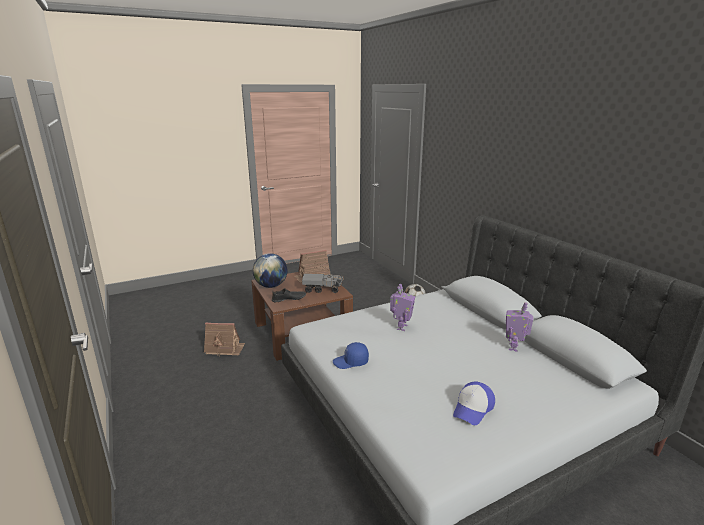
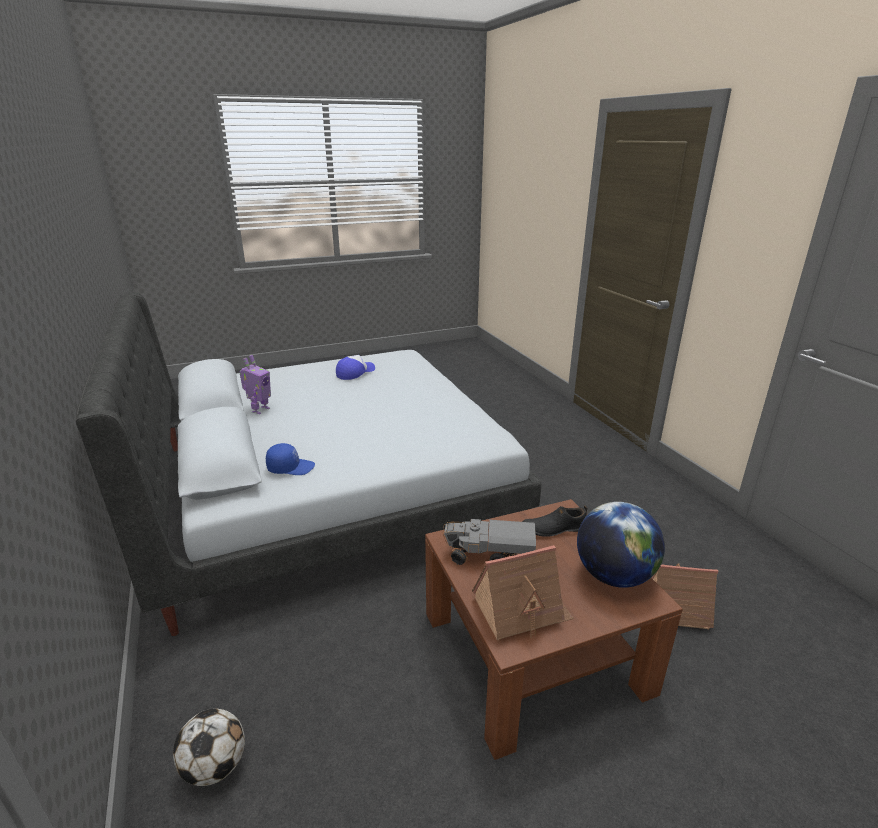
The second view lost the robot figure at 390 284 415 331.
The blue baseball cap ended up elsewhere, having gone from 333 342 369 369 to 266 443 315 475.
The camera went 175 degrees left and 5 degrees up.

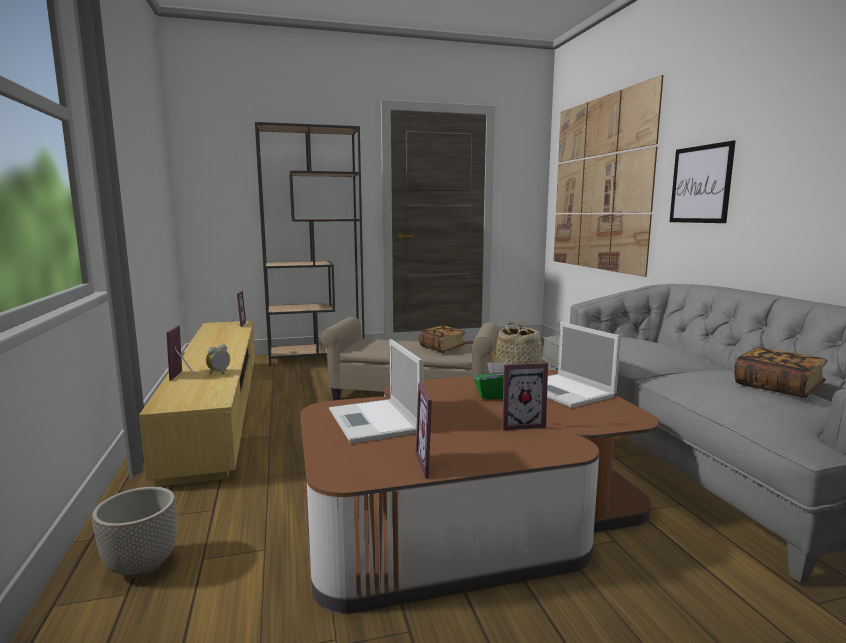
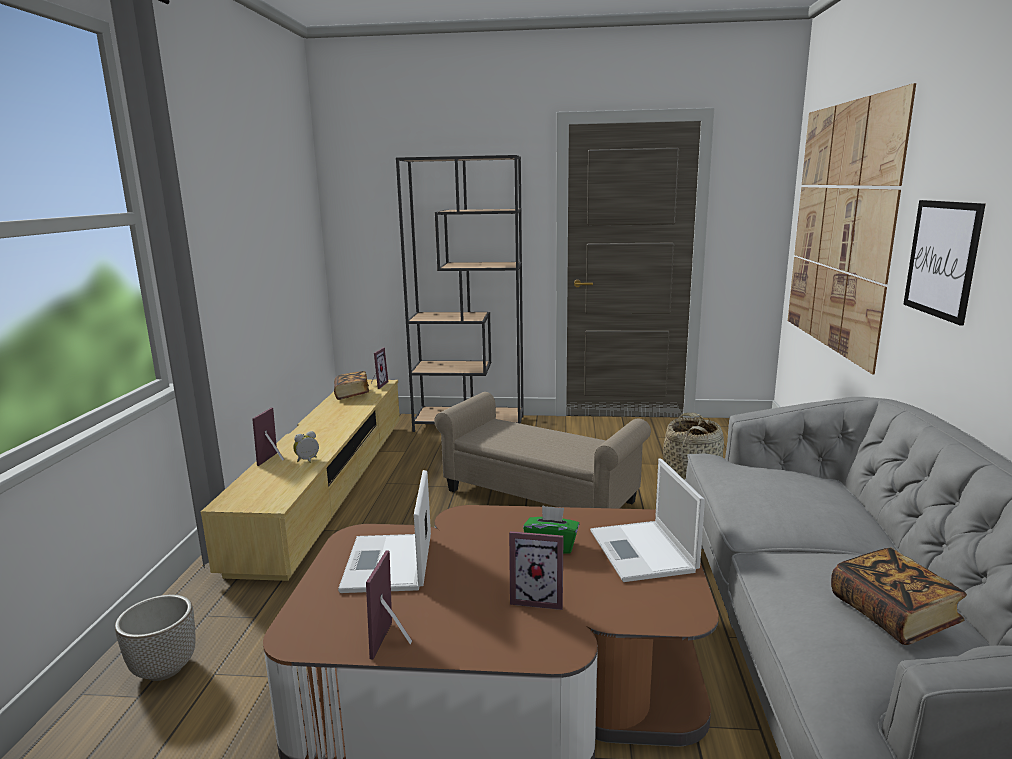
The bound book ended up elsewhere, having gone from 419 325 466 353 to 334 371 369 400.
The camera went 20 degrees right and 5 degrees up.

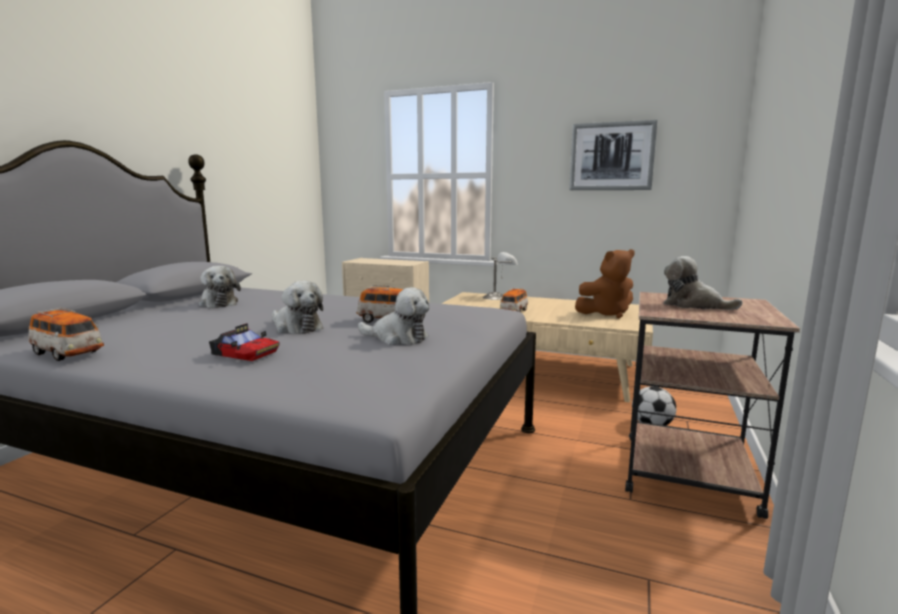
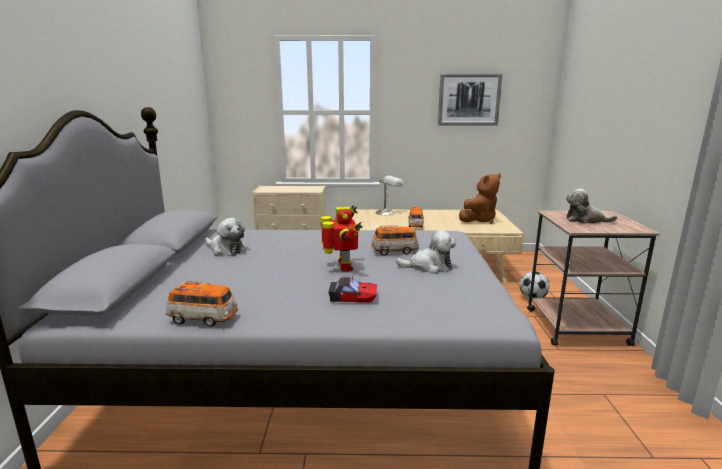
Where the cuddly toy stood at 272 281 323 334, the robot figure came to stand at 321 205 363 272.
The camera went 20 degrees left and 5 degrees up.

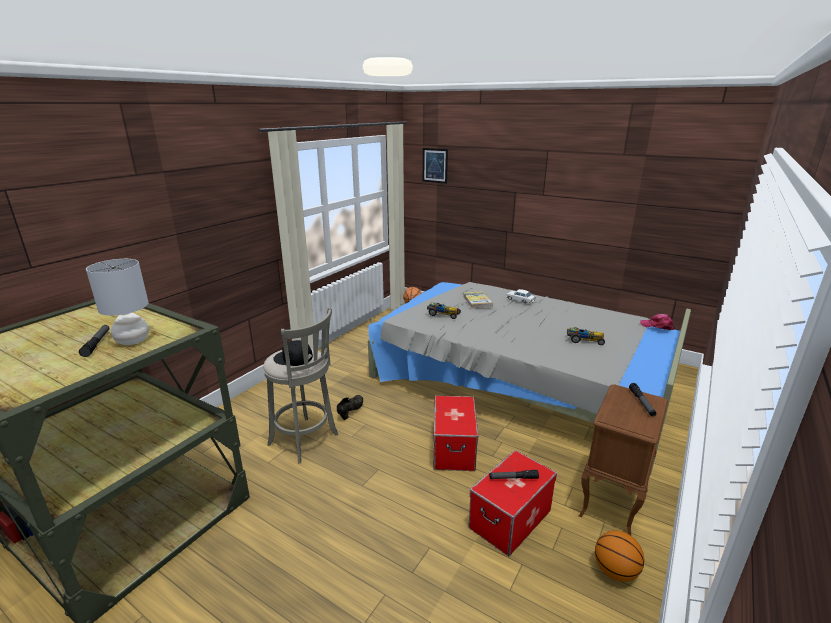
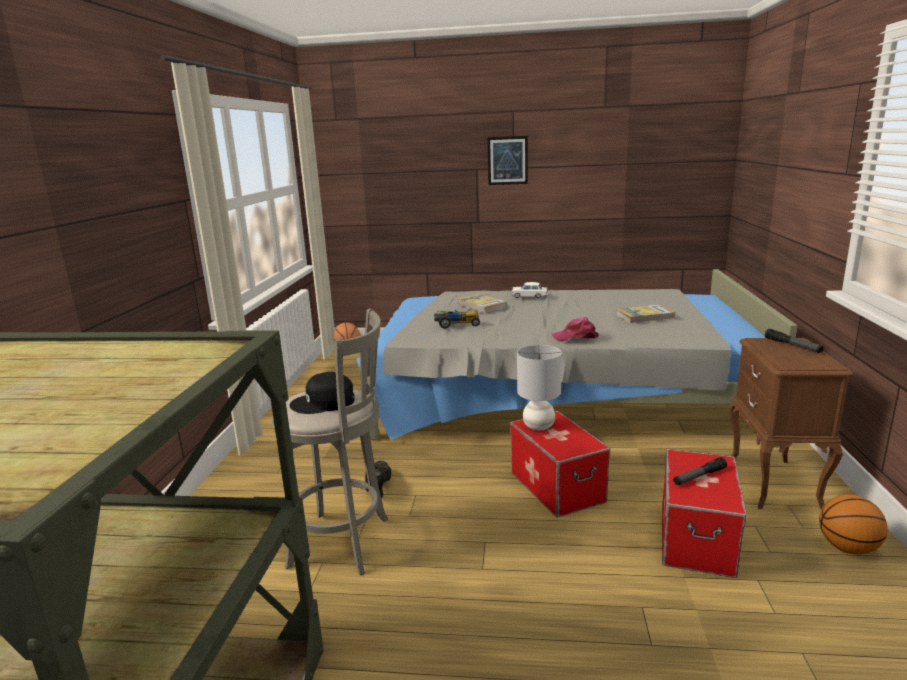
The second view lost the hand torch at 79 325 110 357.
The grey tabletop lamp ended up elsewhere, having gone from 86 259 149 345 to 517 345 562 430.
The picture ended up elsewhere, having gone from 423 148 448 184 to 488 136 528 185.
The pink-coloured baseball cap ended up elsewhere, having gone from 640 314 675 330 to 552 317 599 341.
Where the toy car stood at 567 327 605 345, the bound book came to stand at 616 304 676 324.
The camera went 25 degrees left and 5 degrees down.

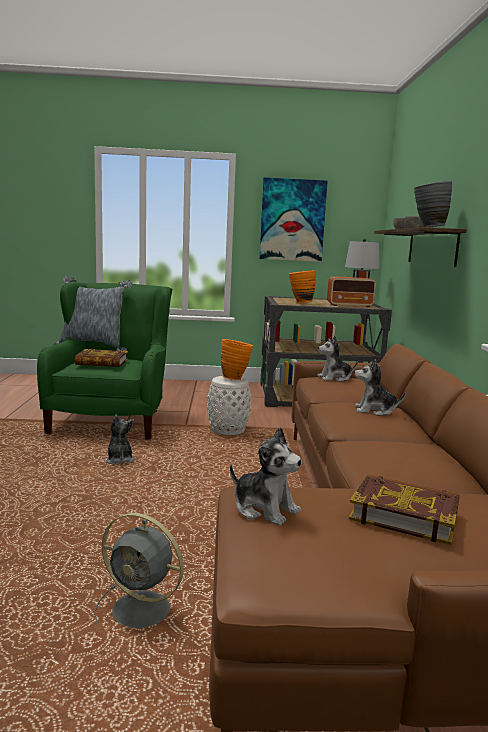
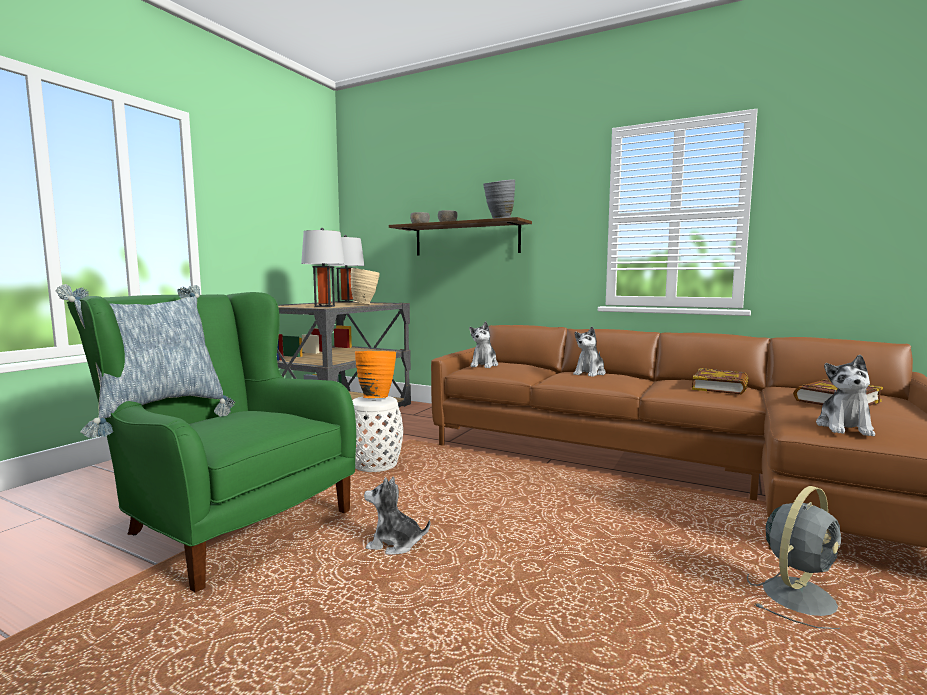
The second view lost the picture at 259 177 328 262.
The bound book ended up elsewhere, having gone from 75 349 128 367 to 692 368 749 394.
Where the orange-coloured vase stood at 289 270 316 303, the grey tabletop lamp came to stand at 301 228 345 307.
Where the radio set stood at 327 277 376 307, the beige-coloured vase came to stand at 351 268 380 304.
The cuddly toy at 230 427 302 526 ended up facing another way, 135 degrees clockwise from before.
The camera went 60 degrees left and 5 degrees down.

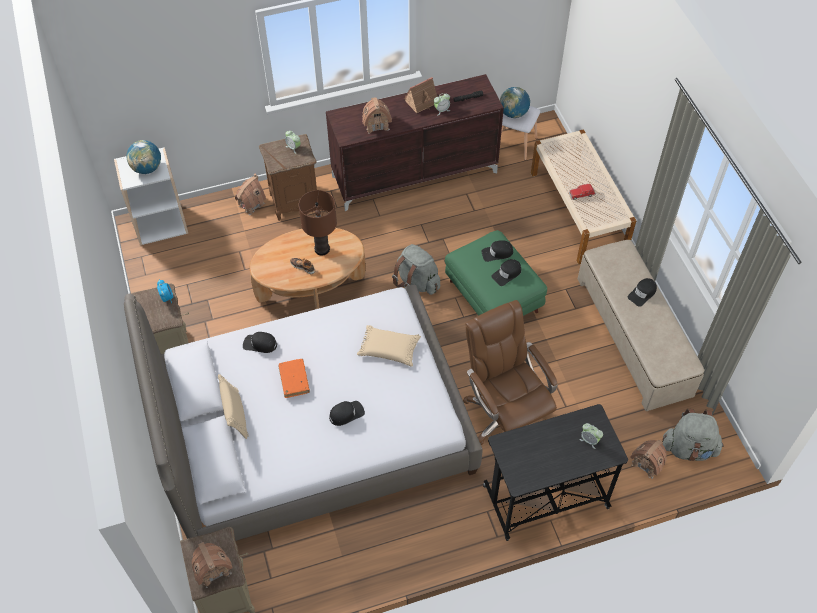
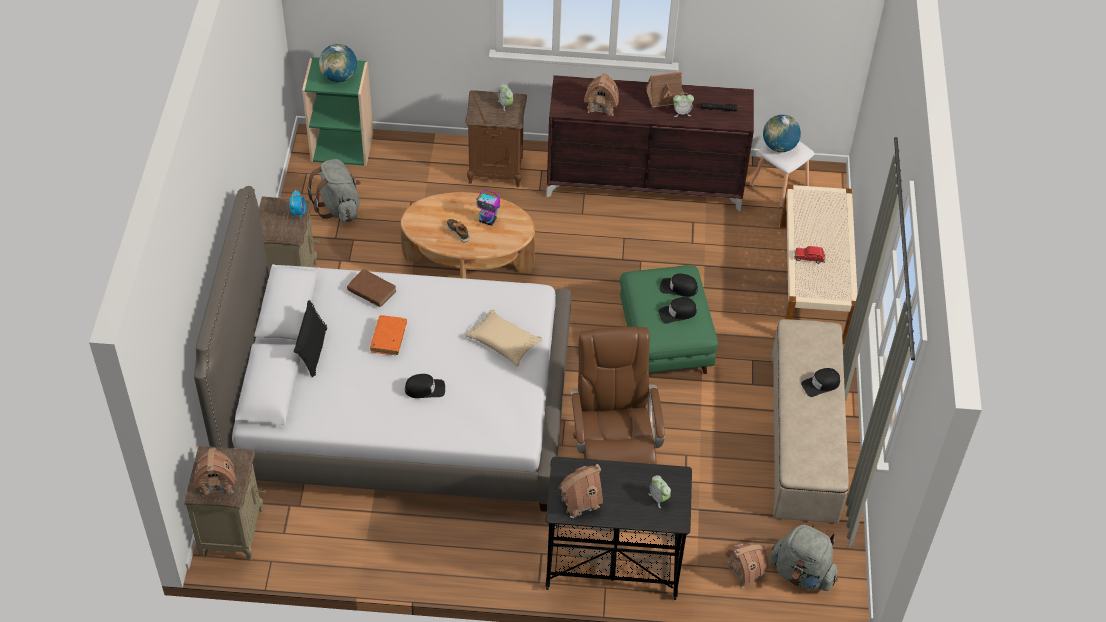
The toy house ended up elsewhere, having gone from 235 174 266 215 to 558 464 603 518.
The grey rucksack ended up elsewhere, having gone from 392 244 440 295 to 307 159 360 223.
Where the blackish baseball cap stood at 243 332 277 353, the brown bound book came to stand at 347 269 396 307.
Where the brown tabletop lamp stood at 299 190 337 256, the robot figure came to stand at 476 190 500 226.
What was the whitish shelving unit at 114 147 188 245 turned into the green shelving unit at 302 57 373 166.
What was the beige-coloured pillow at 218 374 249 439 turned into the blackish pillow at 294 300 327 377.
The camera went 20 degrees right and 5 degrees down.

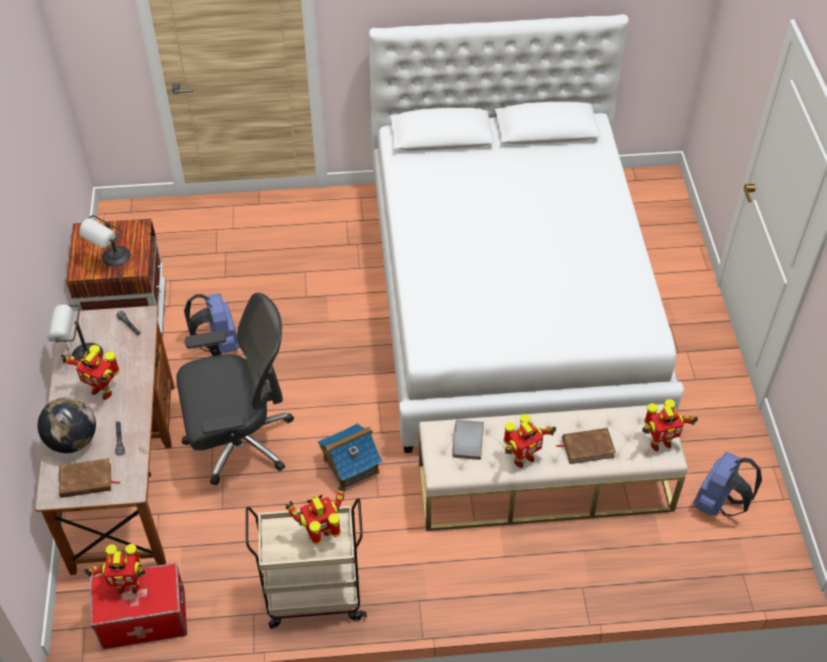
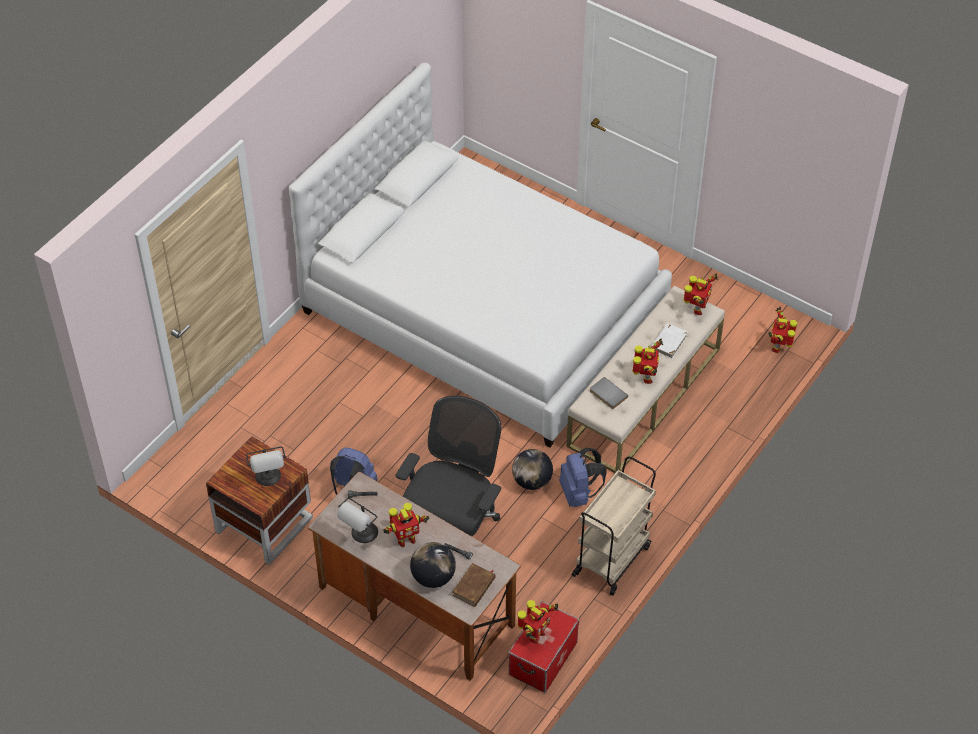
The robot figure ended up elsewhere, having gone from 285 486 346 545 to 768 307 797 353.
The blue rucksack ended up elsewhere, having gone from 694 452 762 517 to 559 448 607 507.
Where the toy house stood at 318 423 382 489, the desk globe came to stand at 512 449 553 490.
What was the brown bound book at 556 428 616 464 turned into the whitish bound book at 651 323 688 359.
The camera went 50 degrees left and 0 degrees up.

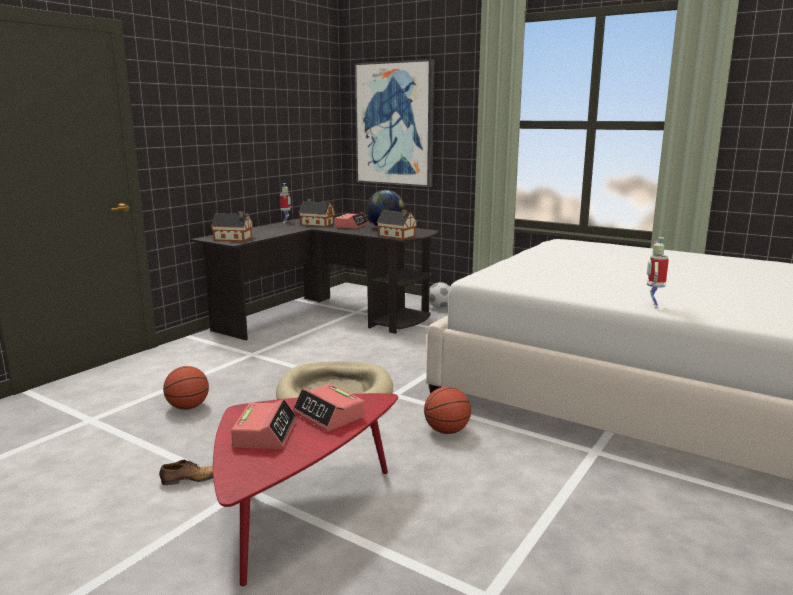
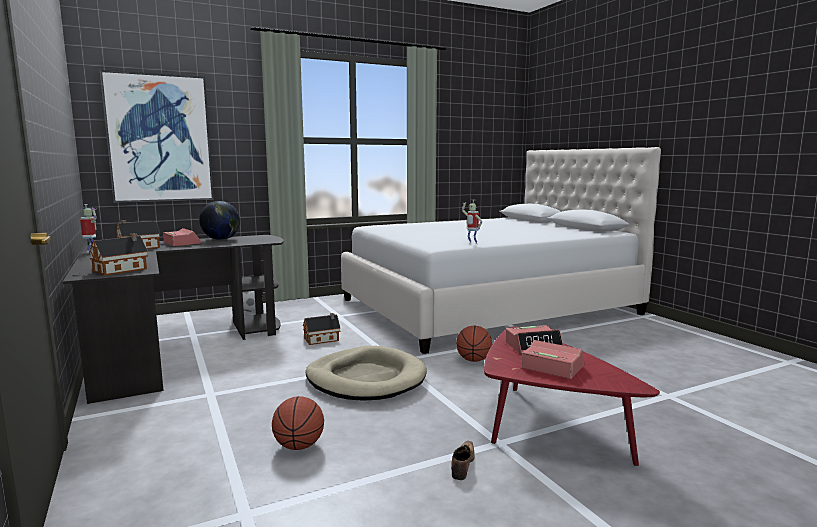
The toy house ended up elsewhere, having gone from 377 210 417 239 to 303 313 341 345.
The robot figure ended up elsewhere, having gone from 647 237 669 309 to 462 200 482 244.
The camera went 60 degrees left and 5 degrees down.

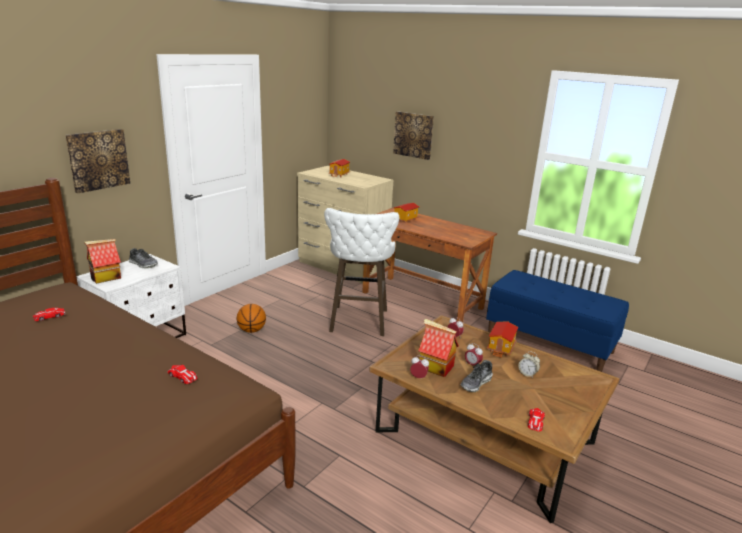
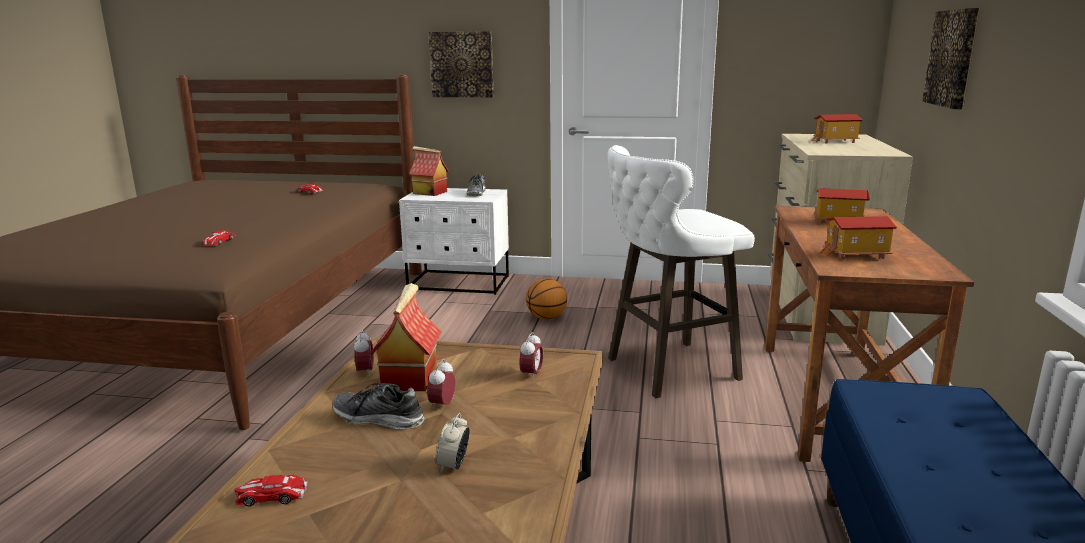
The toy house ended up elsewhere, having gone from 487 321 518 358 to 821 216 897 260.
The camera went 65 degrees right and 5 degrees down.

